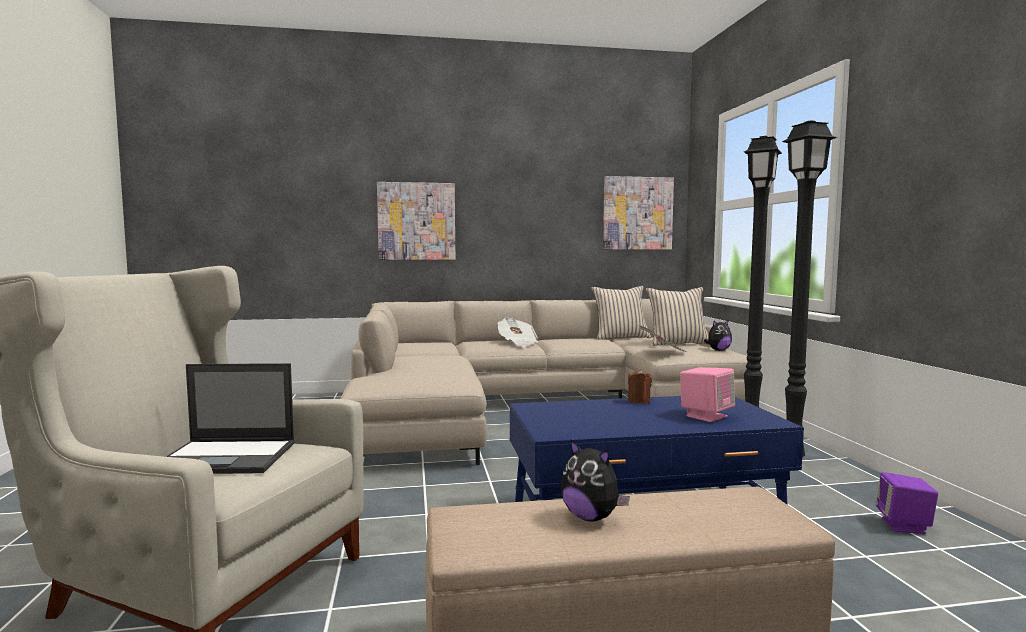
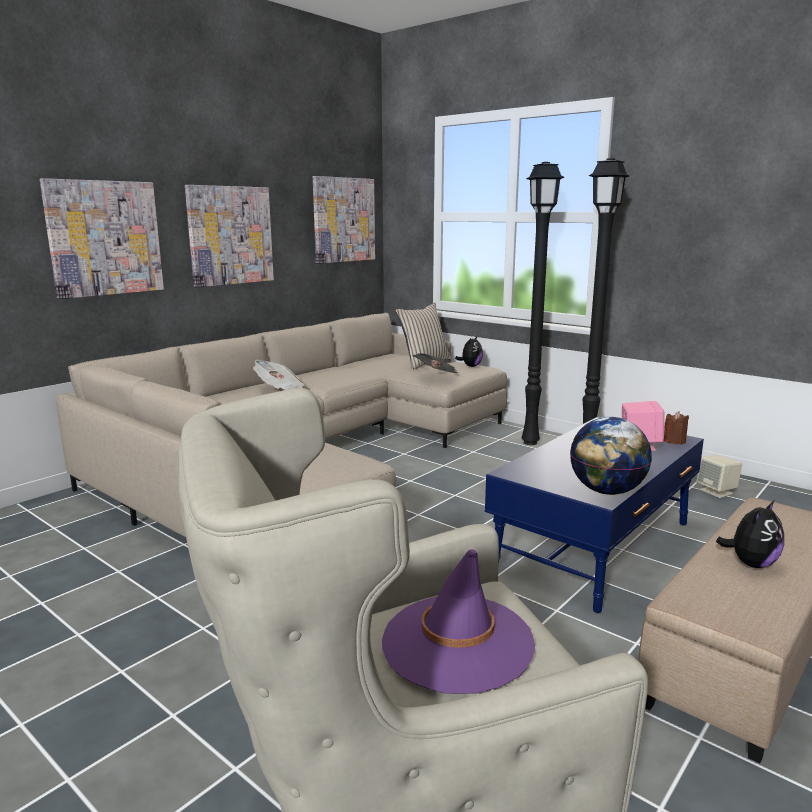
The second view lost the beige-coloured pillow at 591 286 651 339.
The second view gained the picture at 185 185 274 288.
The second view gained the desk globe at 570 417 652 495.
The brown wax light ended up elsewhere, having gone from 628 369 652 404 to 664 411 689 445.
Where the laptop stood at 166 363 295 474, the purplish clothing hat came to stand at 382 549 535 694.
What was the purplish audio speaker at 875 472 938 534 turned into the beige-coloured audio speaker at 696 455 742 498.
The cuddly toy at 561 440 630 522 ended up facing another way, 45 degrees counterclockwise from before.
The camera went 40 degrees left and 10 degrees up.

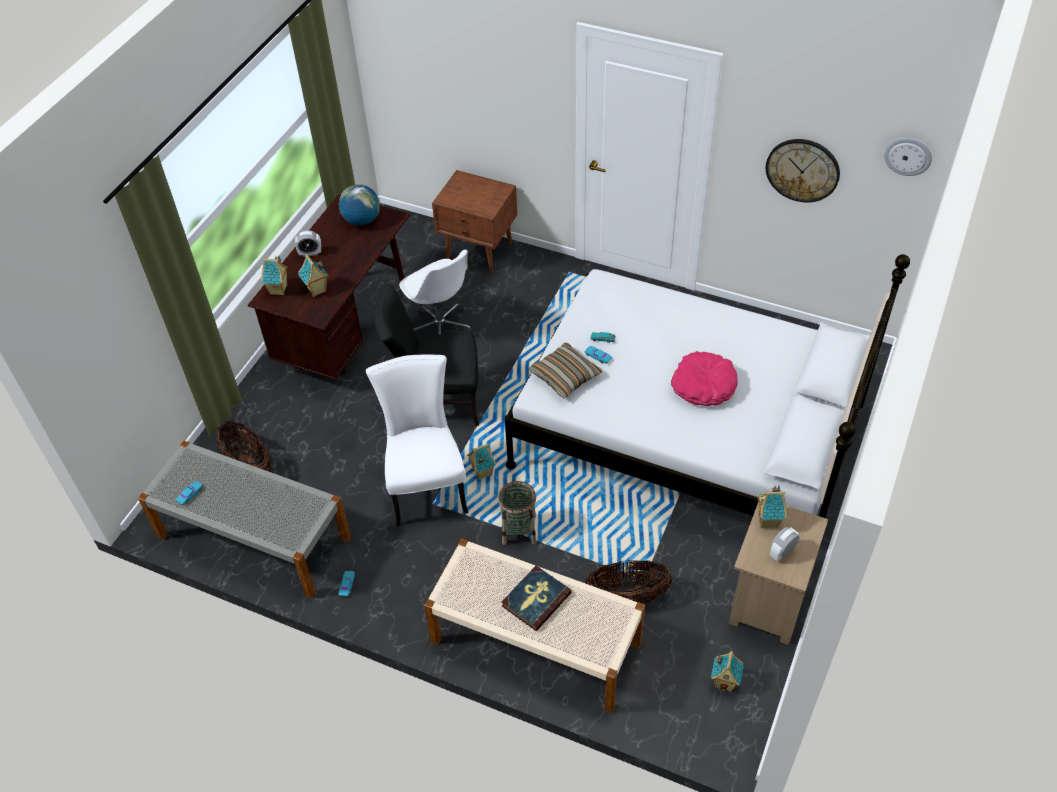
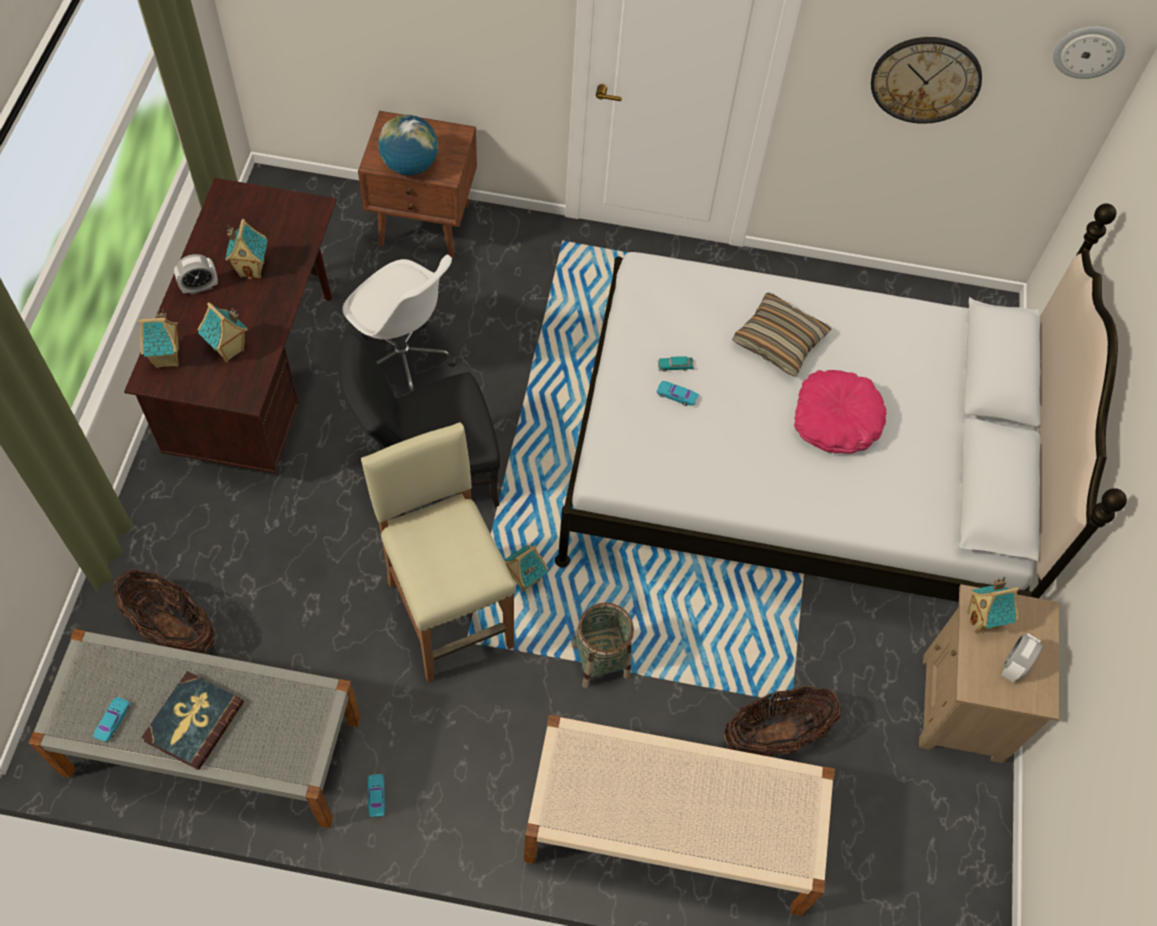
The desk globe ended up elsewhere, having gone from 339 185 380 226 to 378 114 438 176.
The bound book ended up elsewhere, having gone from 501 566 571 631 to 141 671 244 770.
The pillow ended up elsewhere, having gone from 529 343 602 399 to 732 292 831 377.
The toy house ended up elsewhere, having gone from 711 651 744 692 to 225 219 268 279.
Where the whitish upright chair stood at 366 355 468 527, the beige-coloured stool came to stand at 361 422 516 683.
The camera went 20 degrees left and 10 degrees up.

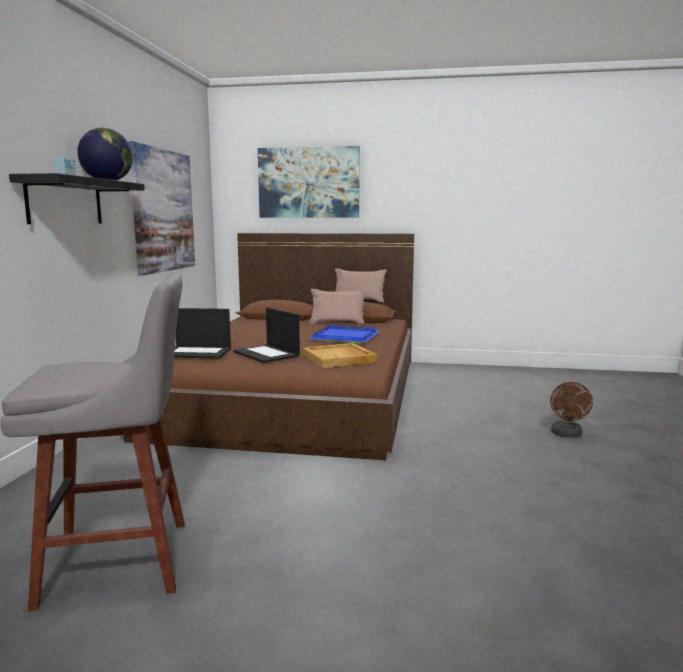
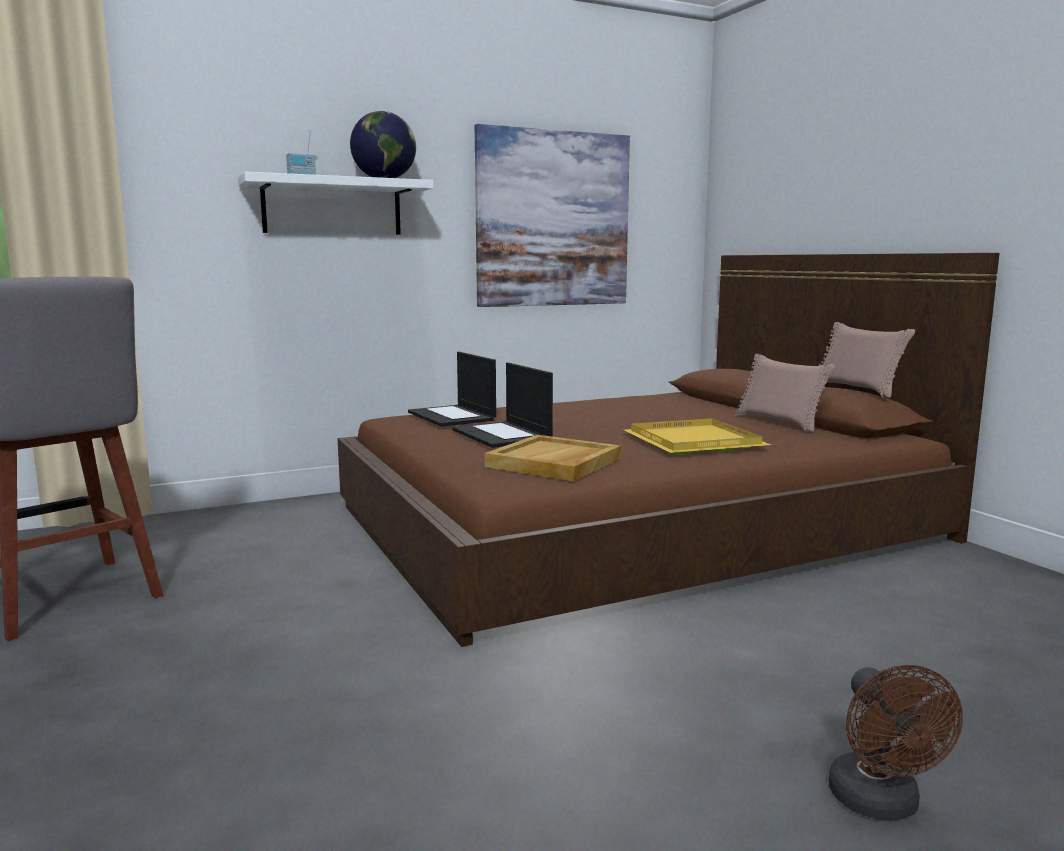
The second view lost the picture at 258 146 360 218.
What was the blackish shelf at 9 173 145 224 turned into the whitish shelf at 238 172 434 235.
What was the blue tray at 308 325 380 344 turned into the yellowish tray at 624 418 771 456.
The laptop at 233 307 300 363 ended up facing another way, 45 degrees counterclockwise from before.
The brown cooling fan at 550 382 593 438 ended up facing another way, 75 degrees counterclockwise from before.
The camera went 55 degrees right and 0 degrees up.

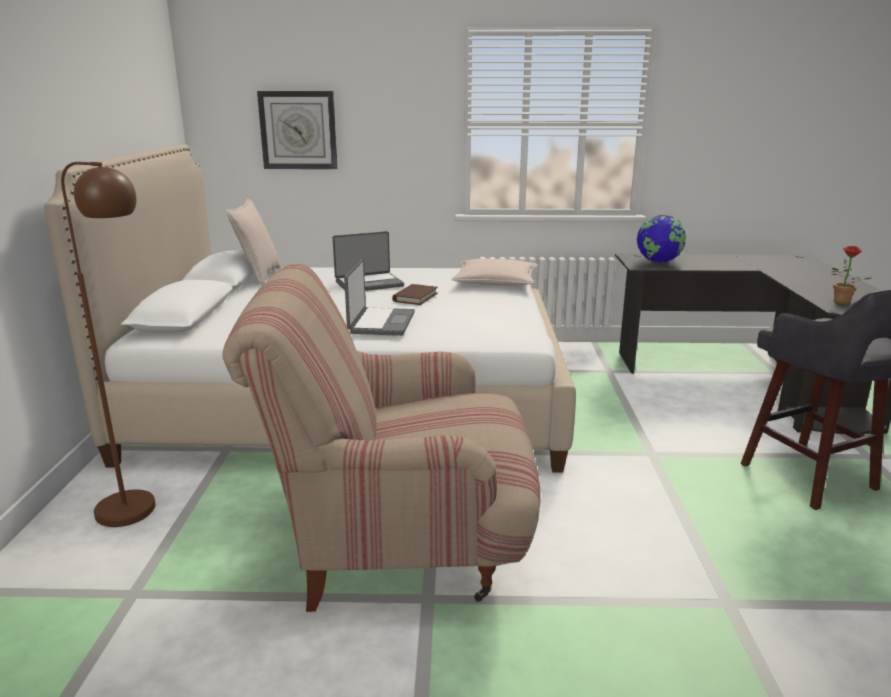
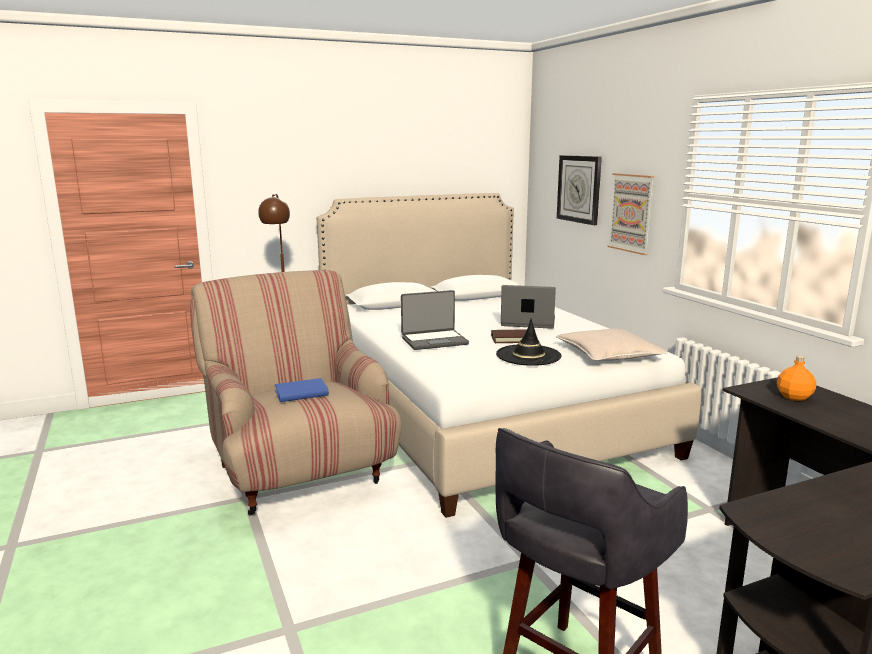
The second view lost the beige-coloured pillow at 227 199 281 285.
The second view lost the plant in a pot at 832 246 871 305.
The second view gained the blue bound book at 275 378 329 402.
The second view gained the blackish clothing hat at 496 318 561 366.
The second view gained the picture at 608 173 654 255.
Where the desk globe stood at 637 215 686 263, the orange-coloured drink bottle came to stand at 777 356 816 401.
The laptop at 333 231 404 291 ended up facing another way, 150 degrees clockwise from before.
The camera went 65 degrees right and 5 degrees down.

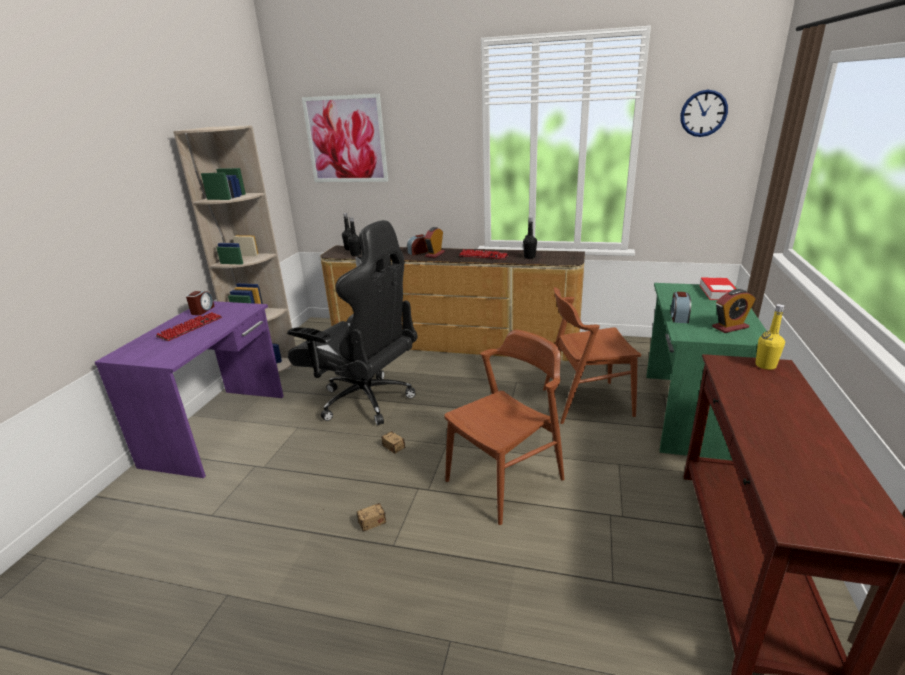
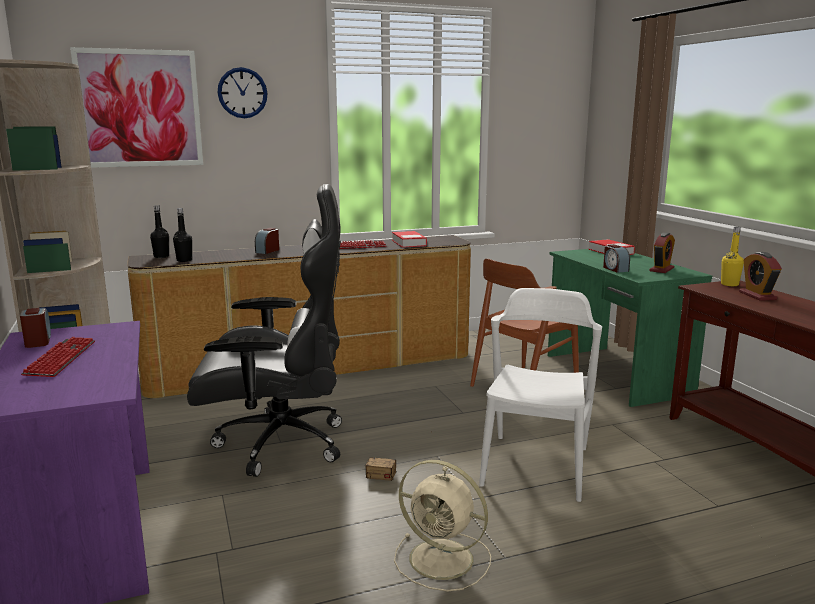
The table clock ended up elsewhere, having gone from 425 227 445 258 to 739 252 782 301.
The wall clock ended up elsewhere, having gone from 680 90 728 137 to 218 67 268 118.
Where the storage box stood at 321 503 386 532, the beige-coloured cooling fan came to stand at 394 460 491 592.
Where the blackish drink bottle stood at 523 217 537 259, the bound book came to stand at 392 231 427 248.
What was the brown upright chair at 444 330 564 525 turned into the whitish upright chair at 479 288 602 502.
The camera went 35 degrees left and 10 degrees down.

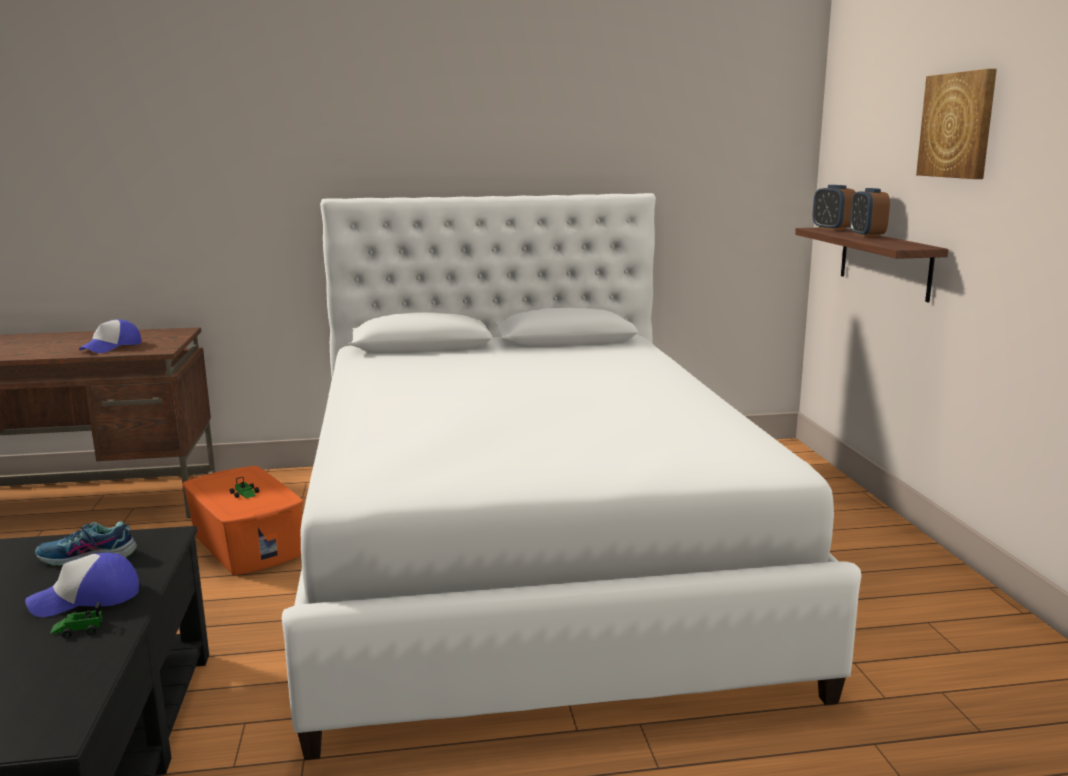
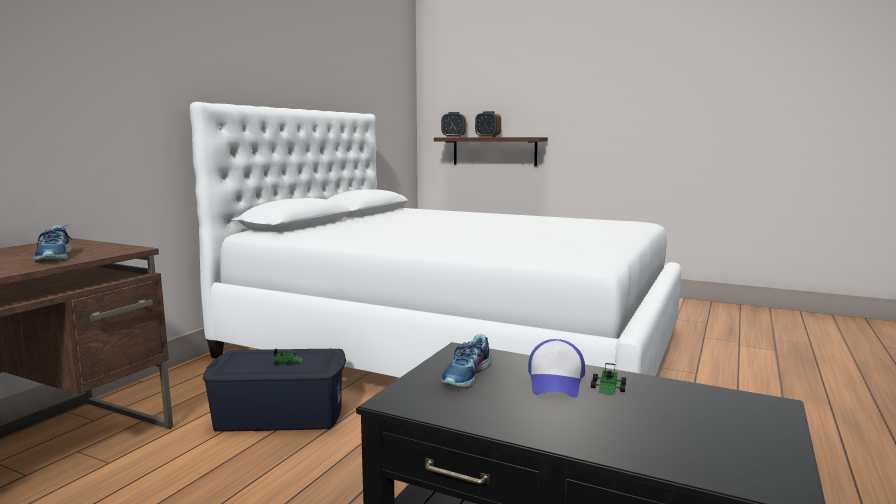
The second view lost the picture at 916 69 997 179.
Where the baseball cap stood at 79 319 141 353, the shoe came to stand at 33 224 72 262.
What was the orange-coloured storage box at 182 466 303 575 turned into the blue storage box at 203 349 346 432.
The camera went 55 degrees left and 5 degrees down.

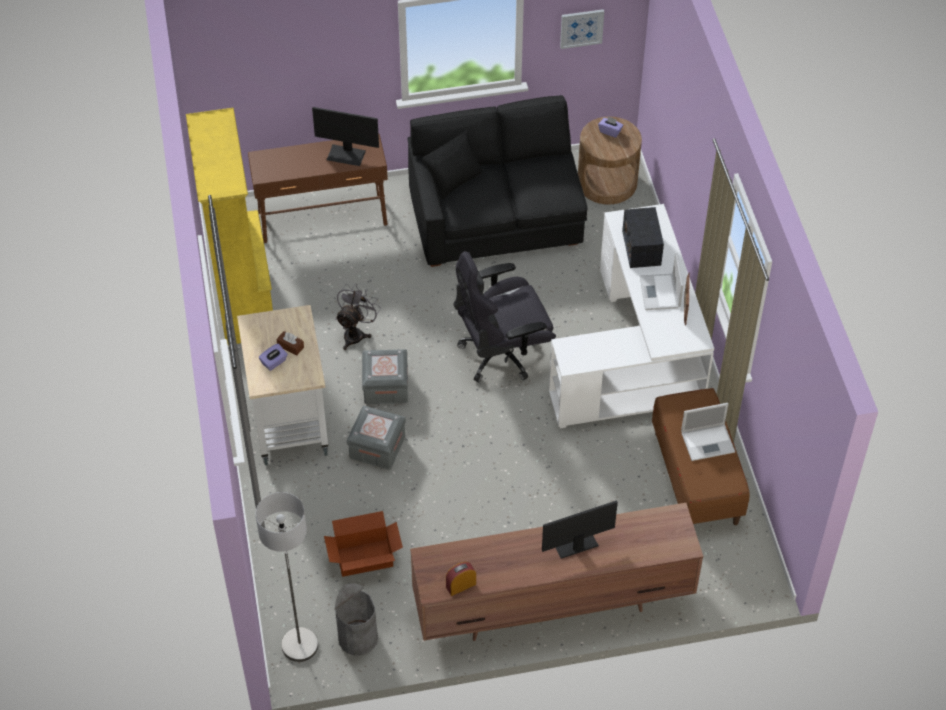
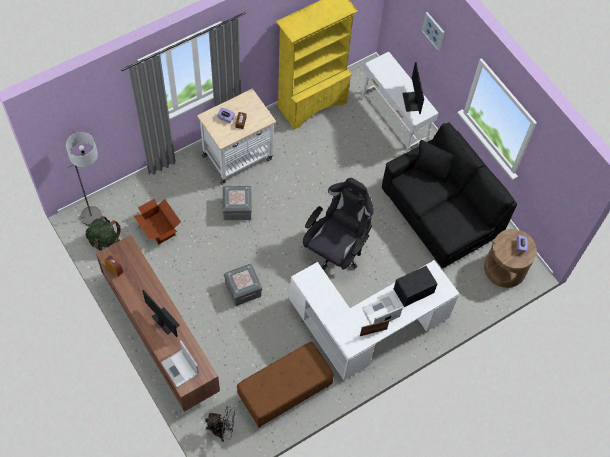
The grey cooling fan ended up elsewhere, having gone from 335 284 381 350 to 205 406 235 442.
The grey storage box ended up elsewhere, having gone from 362 349 408 404 to 224 264 262 306.
The picture ended up elsewhere, having gone from 560 9 604 49 to 422 12 444 51.
The laptop ended up elsewhere, having gone from 681 403 735 461 to 161 341 199 387.
Where the grey trash can stood at 334 583 378 656, the green rucksack came to stand at 86 216 121 251.
What was the brown hall table at 248 134 388 243 turned into the whitish hall table at 361 52 438 153.
The blackish desk chair at 454 251 556 382 ended up facing another way, 75 degrees clockwise from before.
The camera went 65 degrees right and 10 degrees up.

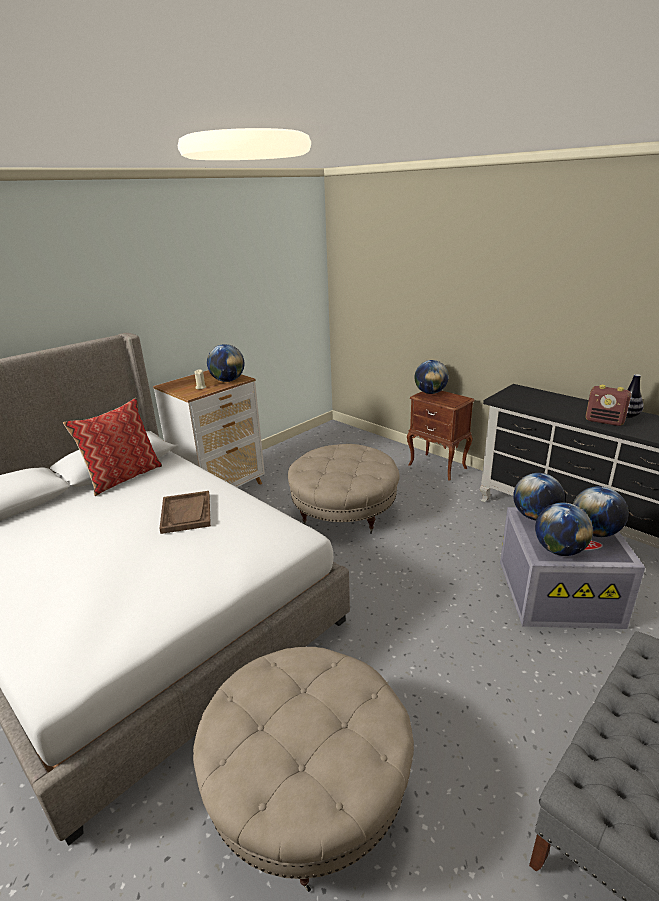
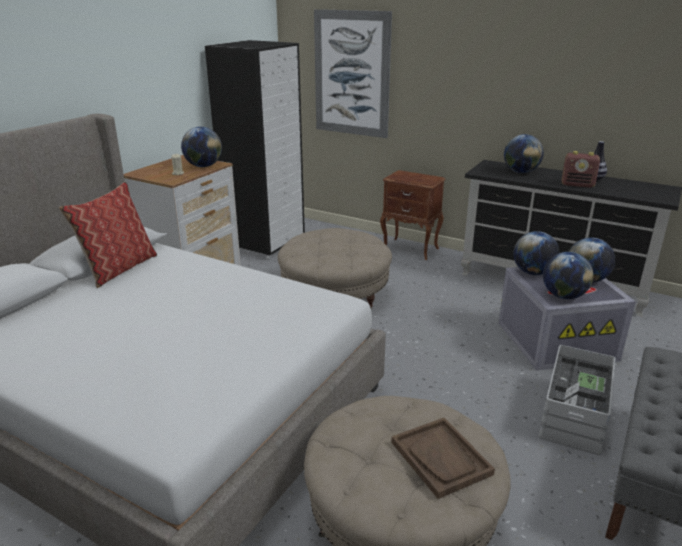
The second view gained the wardrobe at 205 40 305 260.
The second view gained the picture at 314 9 392 138.
The second view gained the grey storage box at 538 345 616 455.
The brown tray ended up elsewhere, having gone from 159 491 211 534 to 391 418 495 499.
The desk globe ended up elsewhere, having gone from 414 360 449 394 to 504 134 544 173.
The camera went 15 degrees left and 0 degrees up.

